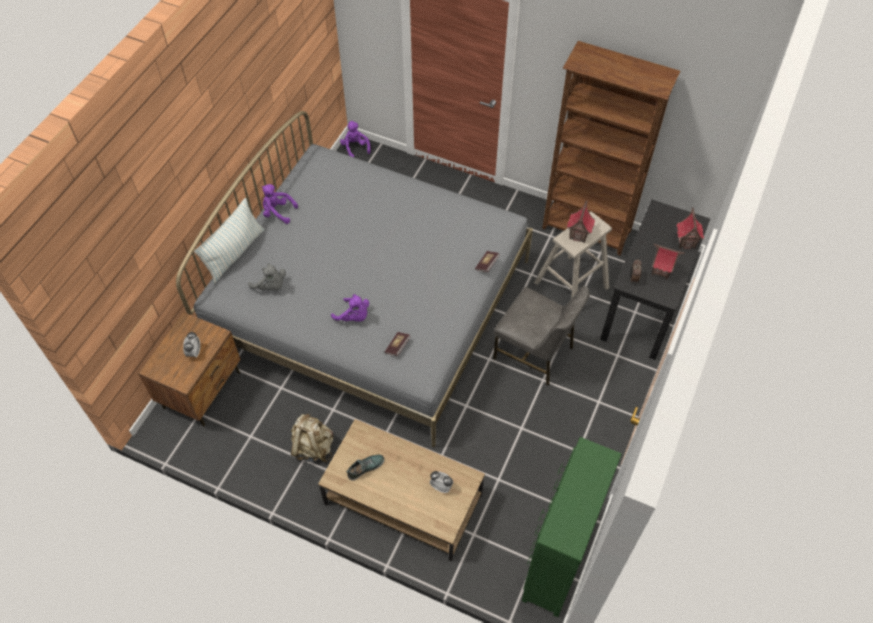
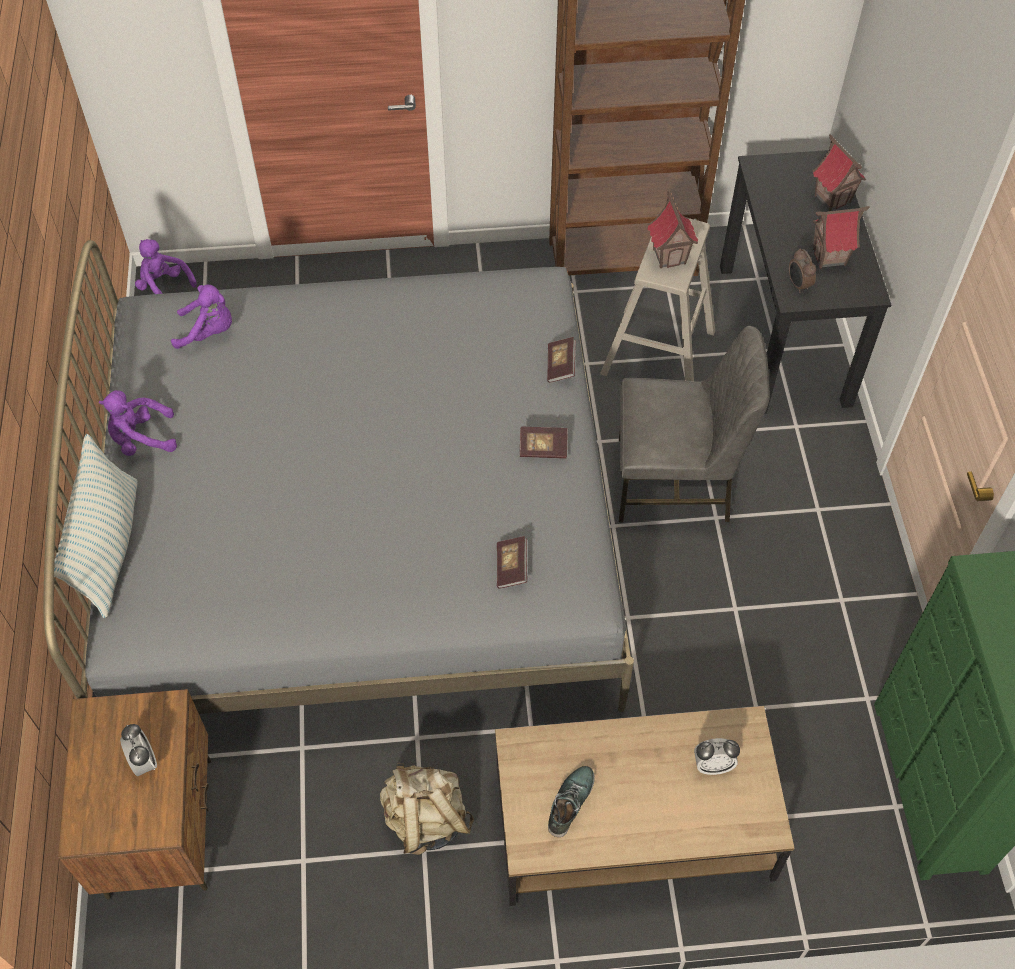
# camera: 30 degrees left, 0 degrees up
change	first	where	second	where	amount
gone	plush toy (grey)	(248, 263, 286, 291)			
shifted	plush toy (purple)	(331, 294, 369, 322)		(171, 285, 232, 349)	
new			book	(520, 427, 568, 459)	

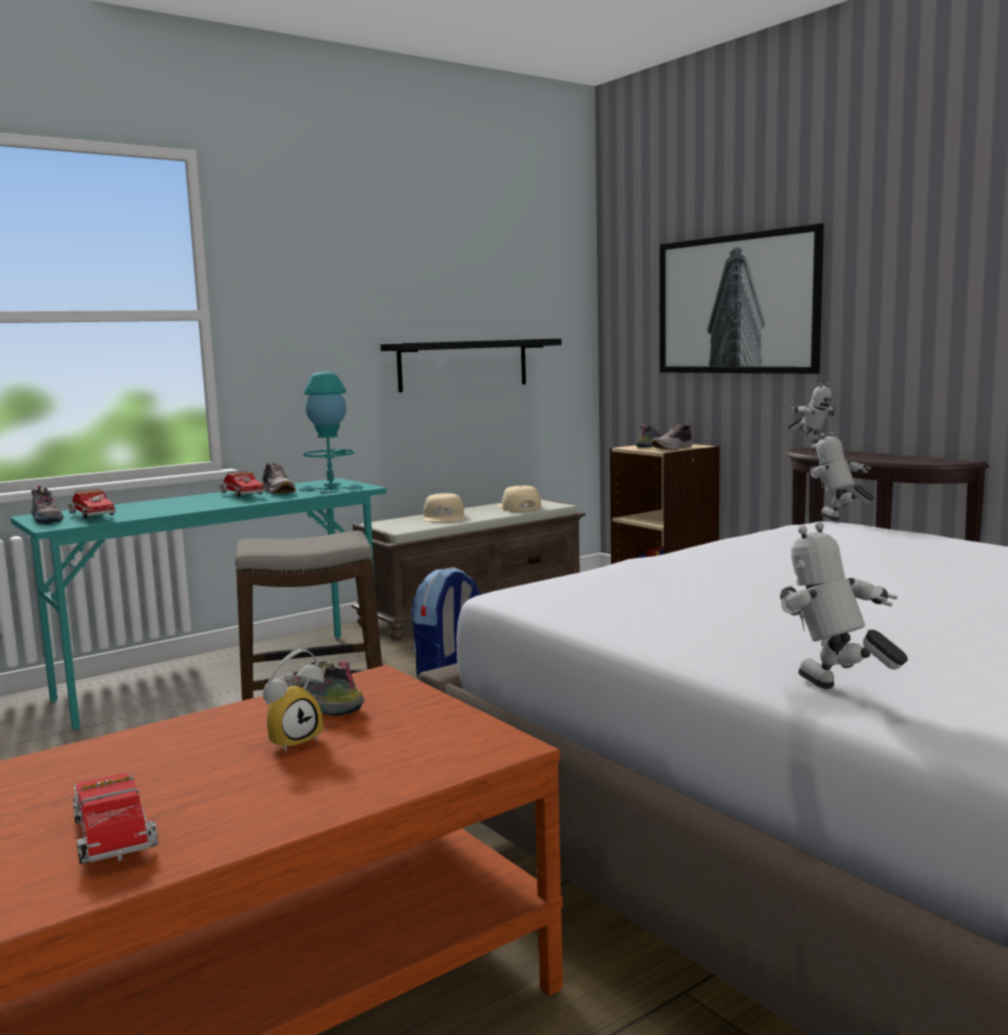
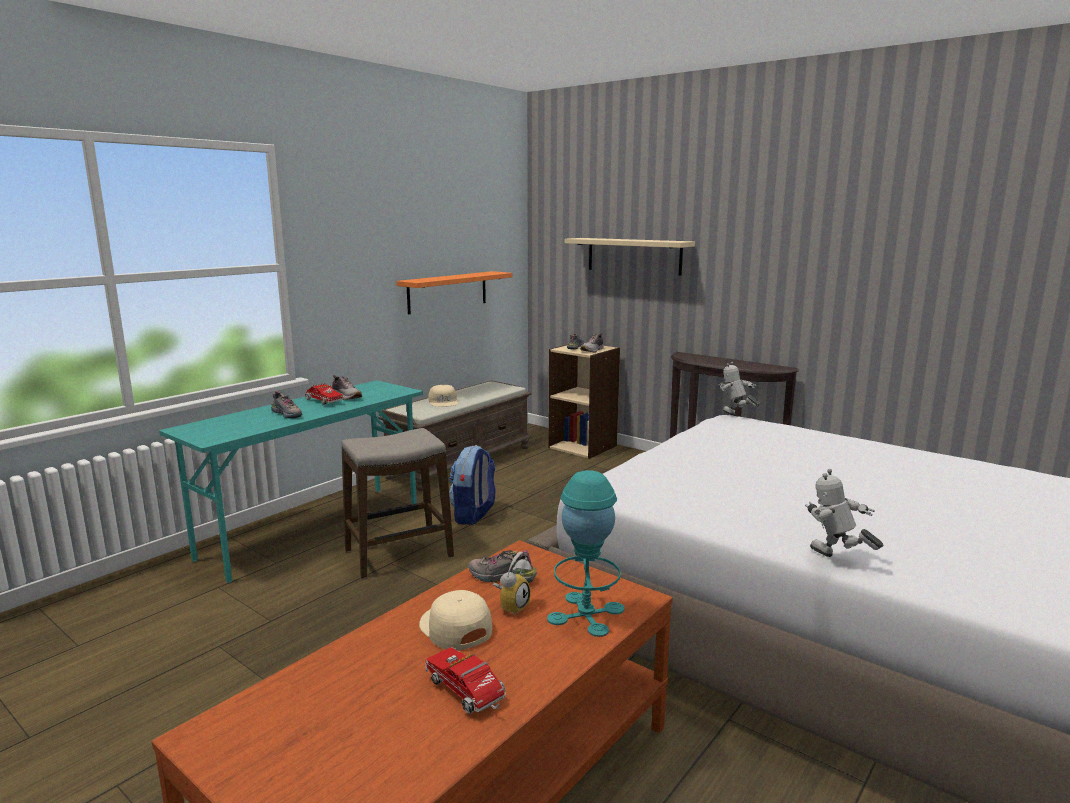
# camera: 15 degrees left, 5 degrees up
change	first	where	second	where	amount
swapped	picture	(659, 223, 824, 374)	shelf (beige)	(565, 238, 695, 276)	
repainted	shelf (black)	(381, 338, 562, 392)	shelf (orange)	(396, 271, 512, 314)	
shifted	table lamp (turquoise)	(299, 371, 363, 494)		(547, 470, 624, 637)	
gone	toy robot	(788, 383, 836, 450)			
shifted	shoe	(31, 486, 64, 524)		(271, 391, 302, 419)	
shifted	cap (beige)	(498, 486, 541, 512)		(419, 590, 492, 650)	
gone	toy truck	(69, 488, 116, 518)			

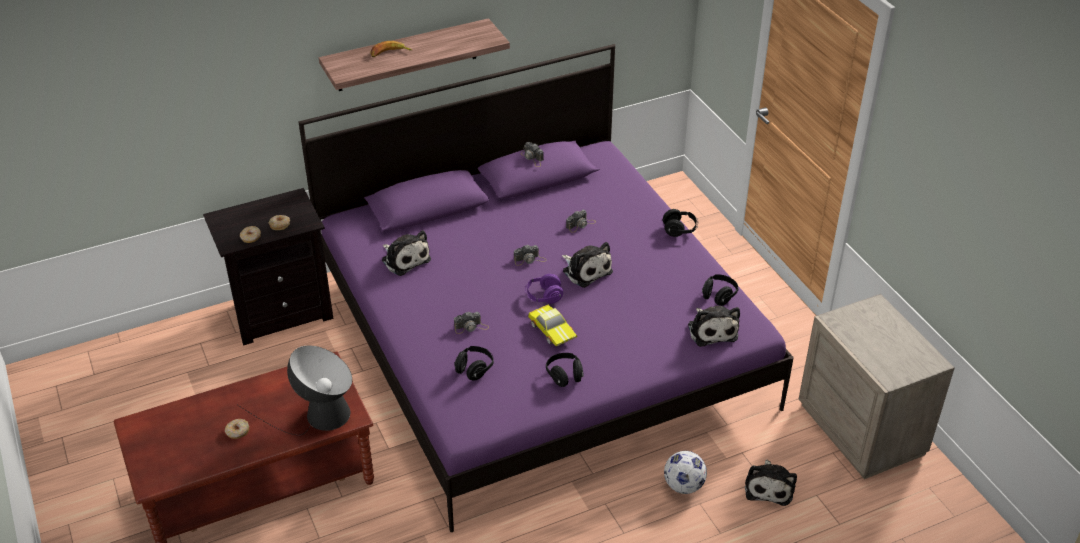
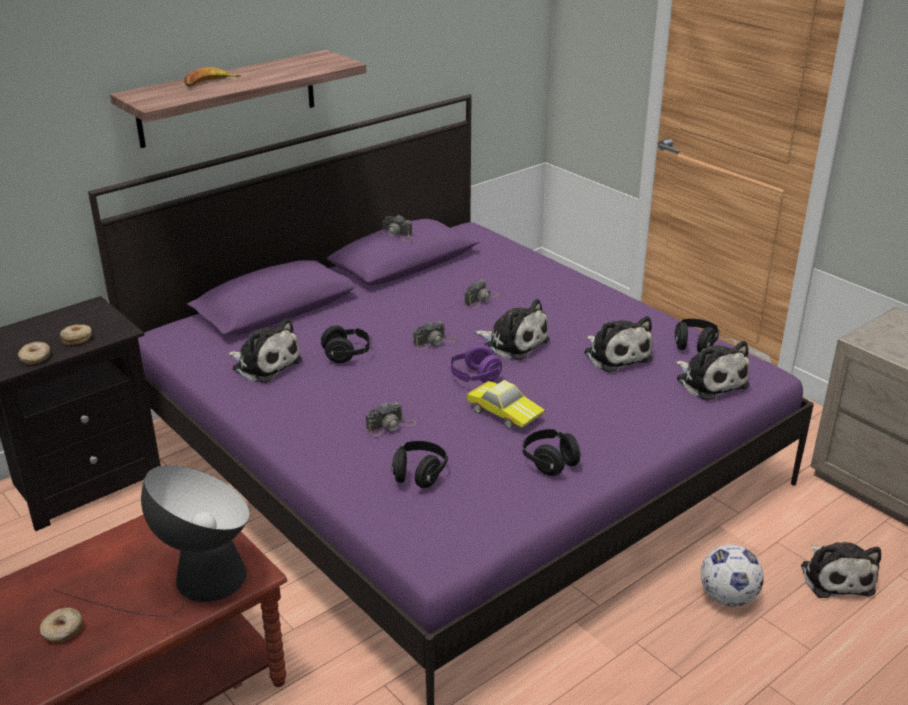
# camera: 15 degrees left, 10 degrees down
change	first	where	second	where	amount
shifted	headphones (black)	(663, 209, 698, 237)		(321, 326, 372, 363)	
new			plush toy	(584, 316, 653, 373)	

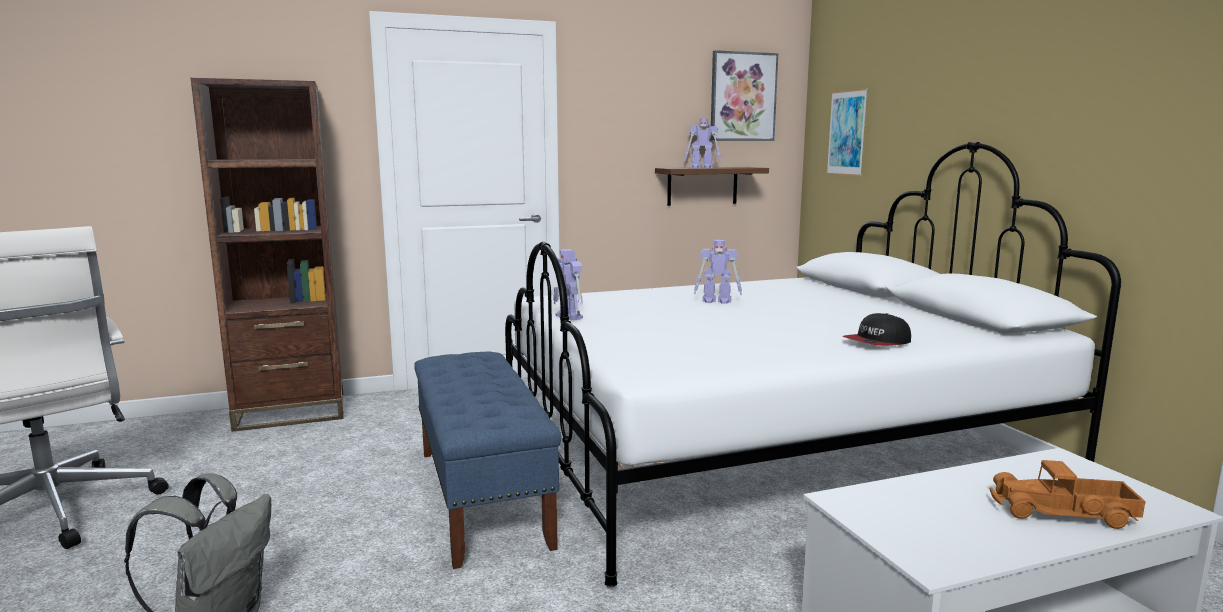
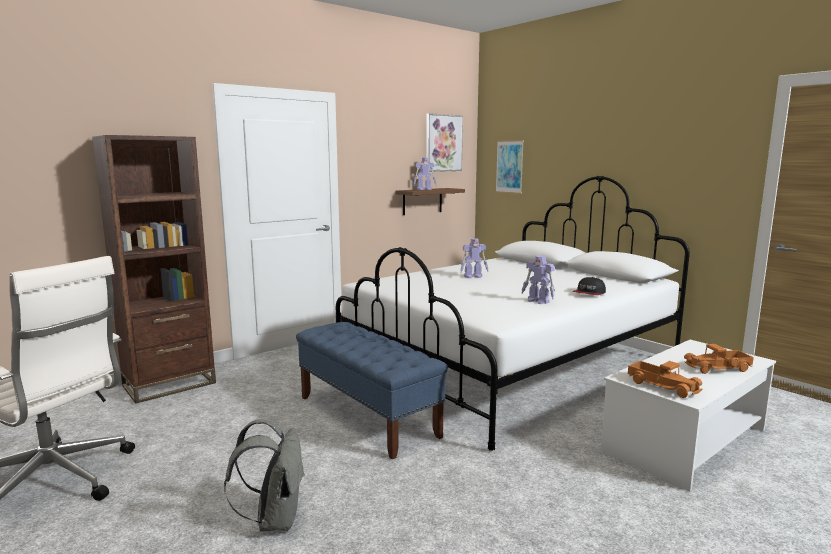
# camera: 20 degrees left, 0 degrees up
change	first	where	second	where	amount
shifted	toy robot	(553, 249, 583, 320)		(522, 255, 555, 304)	
new			toy truck	(628, 361, 703, 398)	

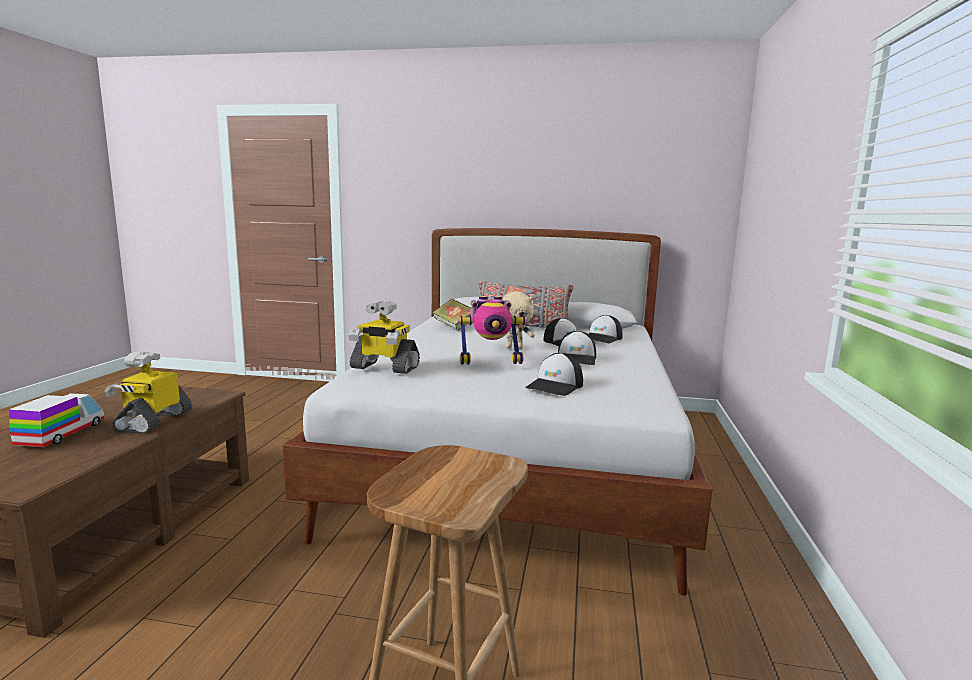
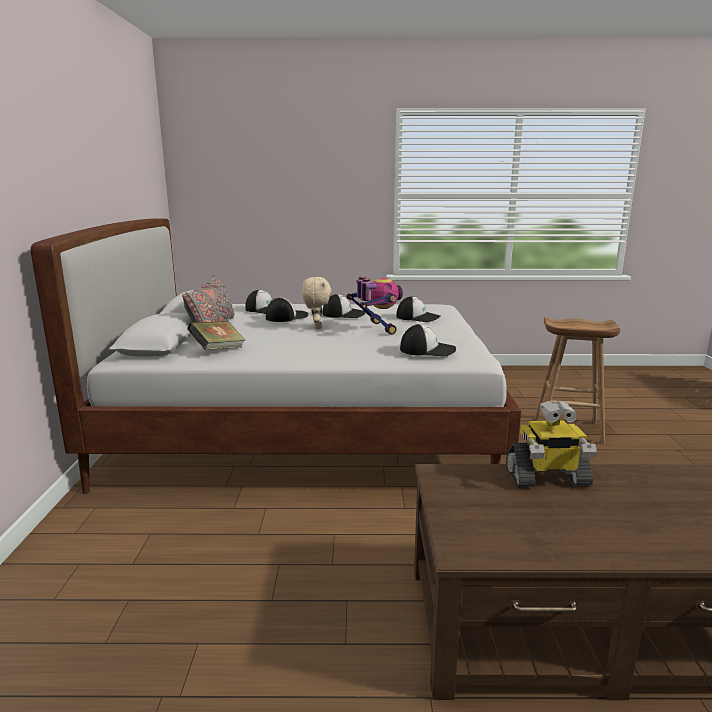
# camera: 100 degrees left, 5 degrees up
change	first	where	second	where	amount
swapped	toy robot	(348, 301, 420, 374)	cap	(400, 324, 456, 356)	
gone	toy truck	(9, 393, 105, 447)			

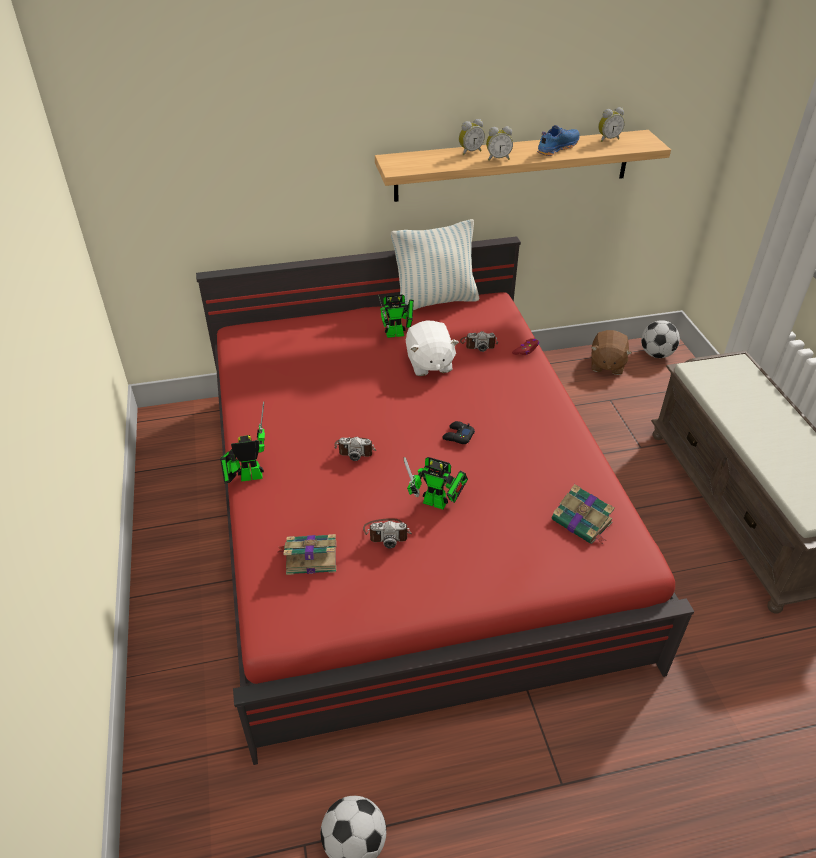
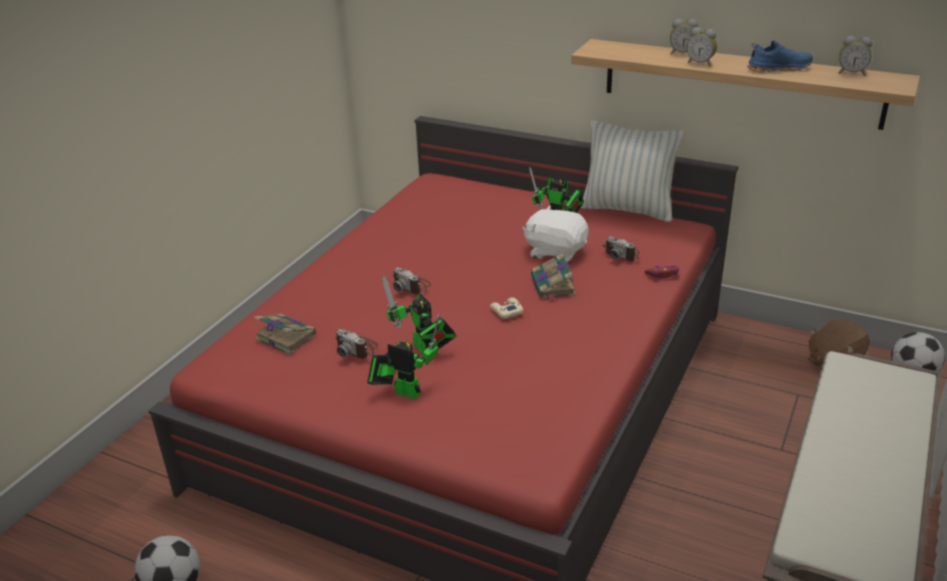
# camera: 40 degrees right, 10 degrees down
change	first	where	second	where	amount
rotated	plush toy (white)	(406, 321, 459, 376)		(523, 205, 589, 262)	90 degrees clockwise
shifted	toy robot	(220, 402, 265, 483)		(367, 314, 440, 399)	
repainted	game controller (black)	(442, 421, 475, 444)	game controller (beige)	(490, 297, 523, 319)	
shifted	book	(552, 484, 615, 544)		(531, 253, 576, 301)	

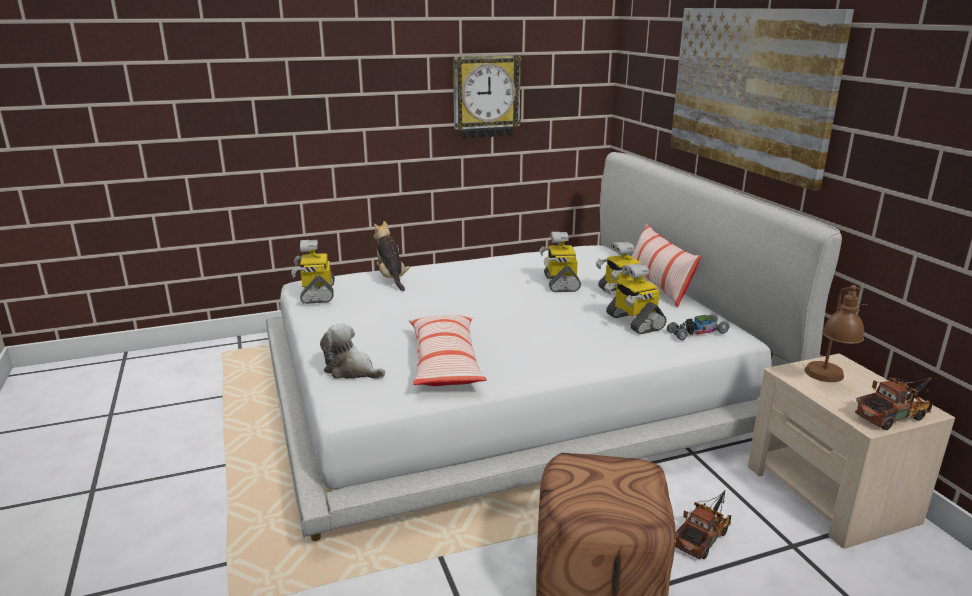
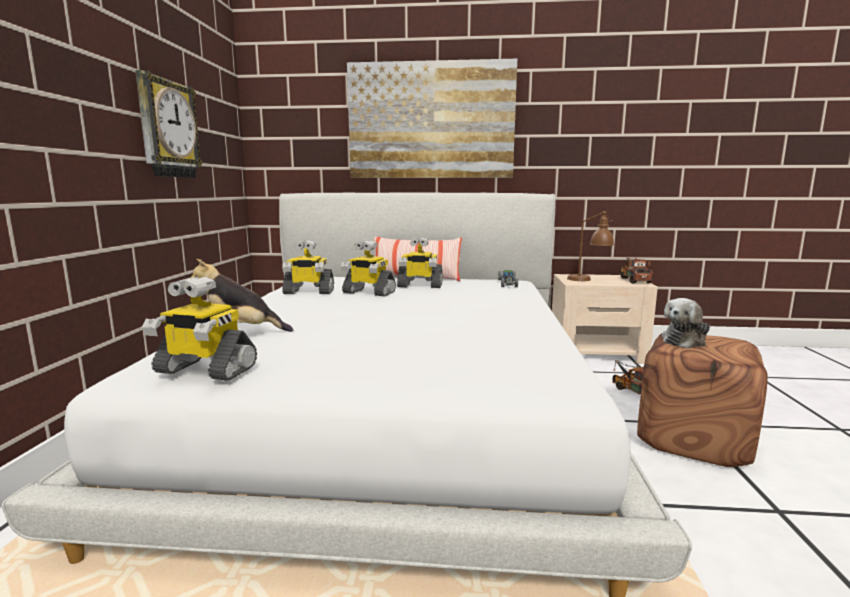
# camera: 65 degrees left, 10 degrees down
change	first	where	second	where	amount
shifted	toy robot	(604, 263, 666, 334)		(282, 240, 334, 294)	
gone	pillow	(409, 315, 487, 386)			
shifted	plush toy	(320, 323, 385, 379)		(662, 298, 710, 349)	

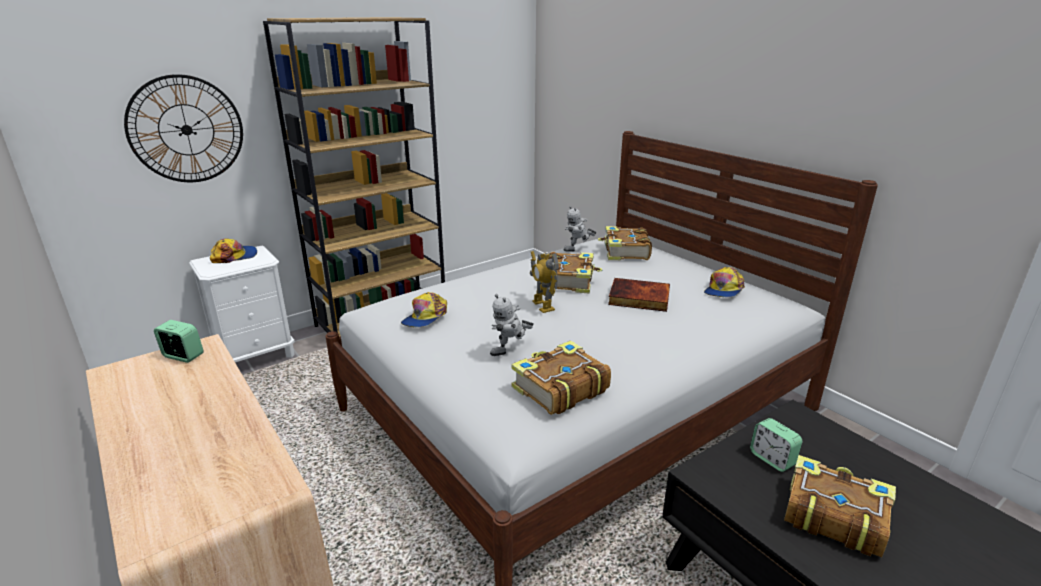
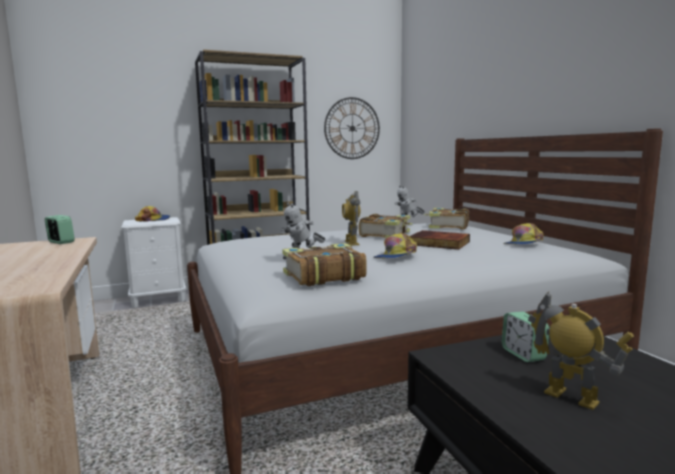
# camera: 15 degrees right, 15 degrees down
change	first	where	second	where	amount
shifted	wall clock	(124, 74, 243, 182)		(324, 97, 380, 159)	
shifted	cap	(401, 292, 447, 327)		(373, 233, 417, 258)	
swapped	book	(784, 455, 896, 557)	toy robot	(528, 292, 634, 410)	

